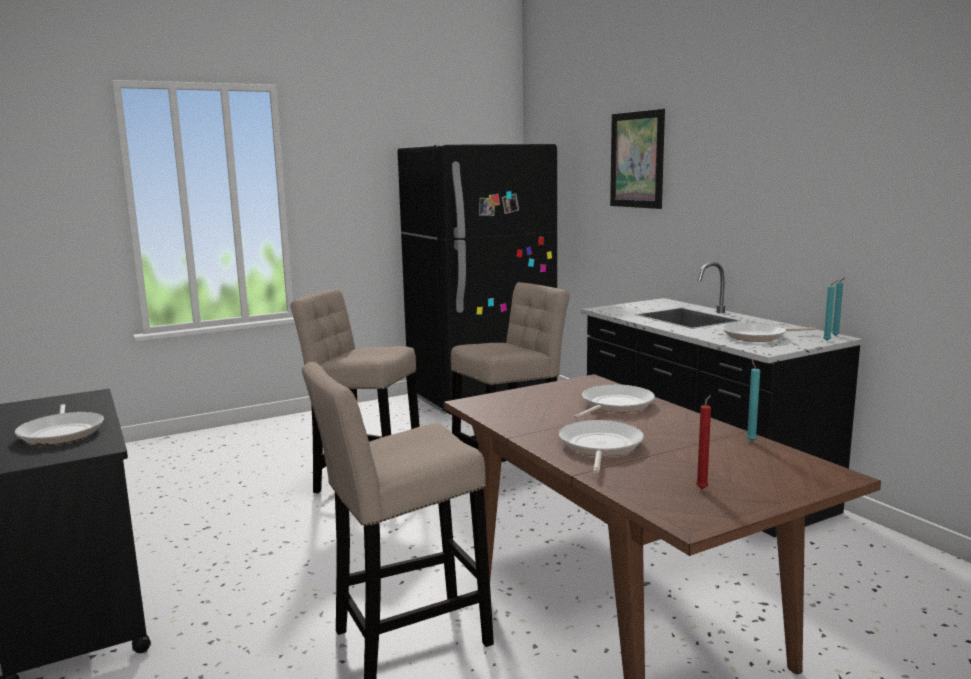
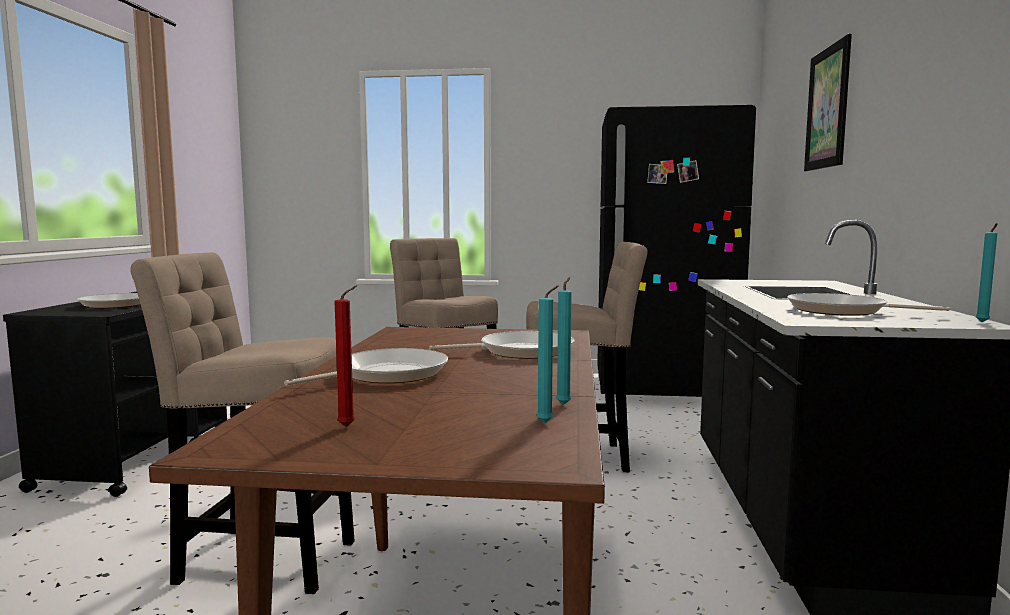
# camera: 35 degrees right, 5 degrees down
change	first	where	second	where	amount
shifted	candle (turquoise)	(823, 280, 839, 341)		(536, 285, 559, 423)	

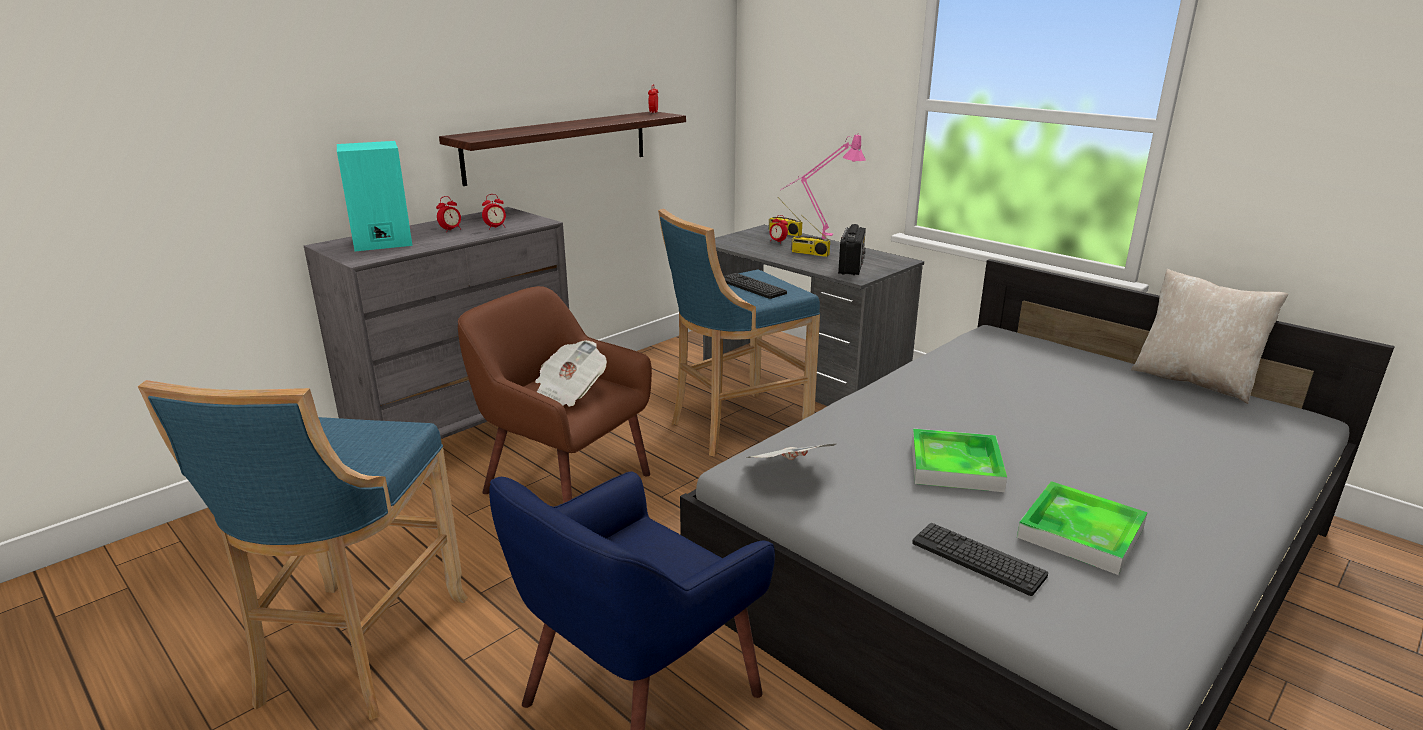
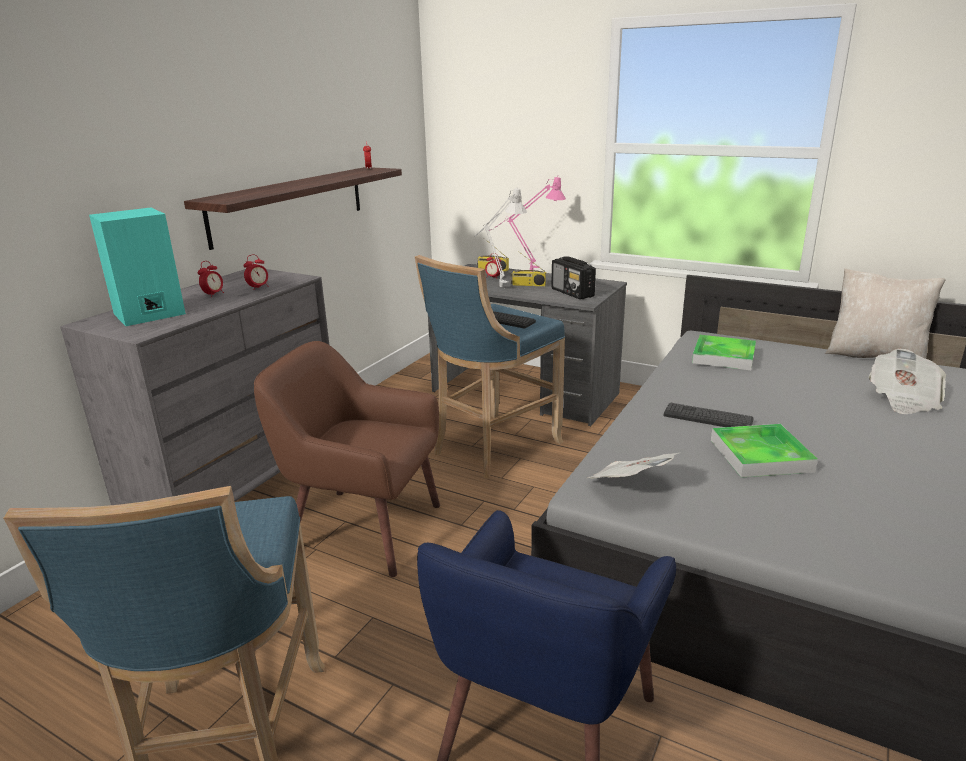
# camera: 15 degrees left, 0 degrees up
change	first	where	second	where	amount
rotated	radio	(838, 224, 866, 275)		(551, 256, 596, 299)	150 degrees clockwise
shifted	newspaper	(535, 340, 607, 407)		(869, 349, 946, 414)	
shifted	tray	(1017, 481, 1148, 575)		(692, 335, 756, 370)	
shifted	keyboard	(912, 523, 1048, 596)		(664, 402, 754, 427)	
new			table lamp (grey)	(475, 187, 527, 287)	

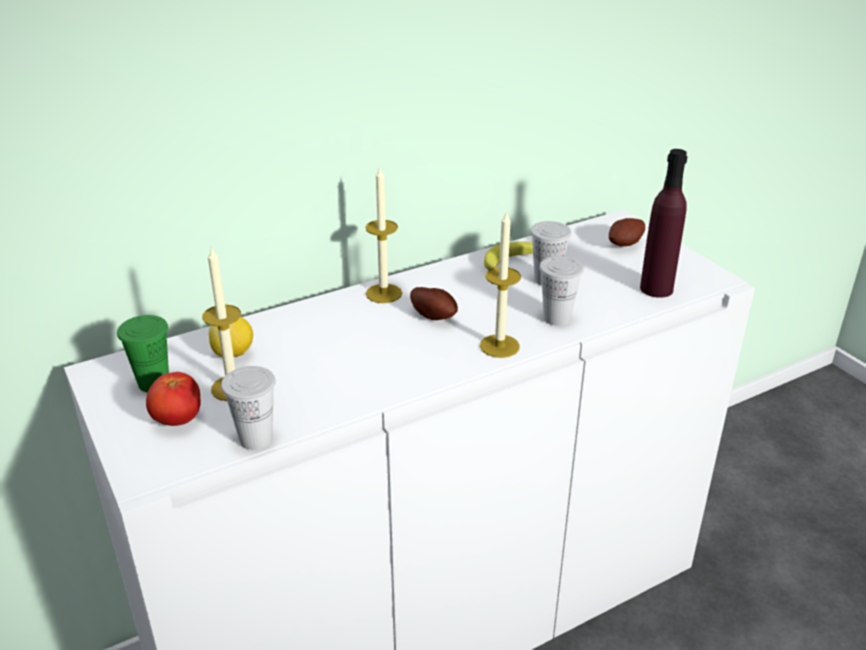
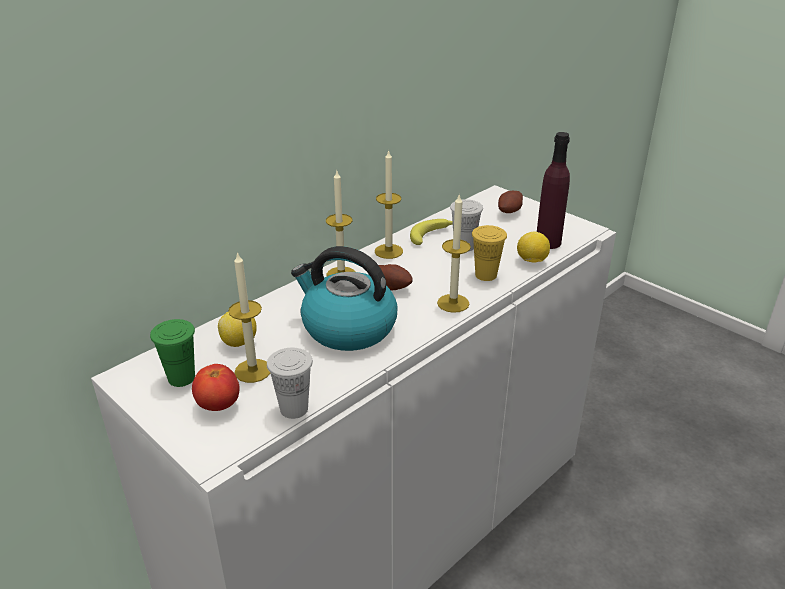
# camera: 15 degrees left, 0 degrees up
change	first	where	second	where	amount
repainted	cup (white)	(539, 256, 584, 326)	cup (yellow)	(472, 225, 507, 281)	
new			candle	(375, 149, 403, 259)	
new			lemon	(517, 232, 550, 262)	
new			kettle	(291, 246, 398, 351)	

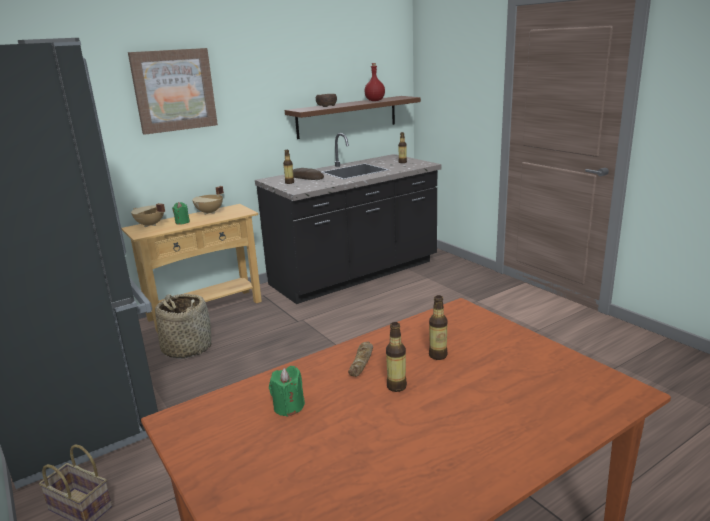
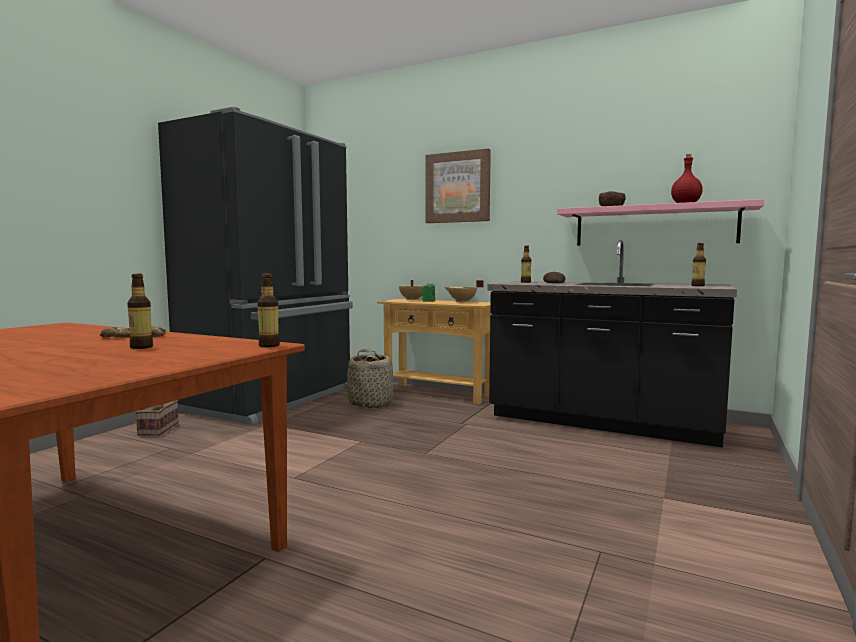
# camera: 60 degrees right, 15 degrees down
change	first	where	second	where	amount
repainted	shelf (brown)	(285, 96, 421, 139)	shelf (pink)	(557, 199, 764, 245)	
shifted	bottle	(386, 322, 407, 392)		(257, 273, 280, 347)	
gone	candle (green)	(269, 366, 305, 417)			

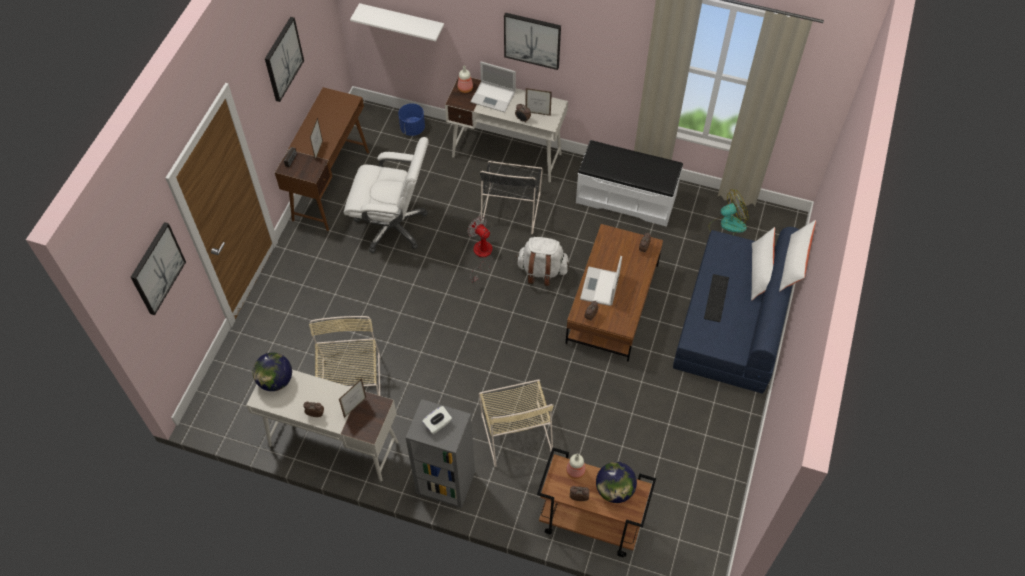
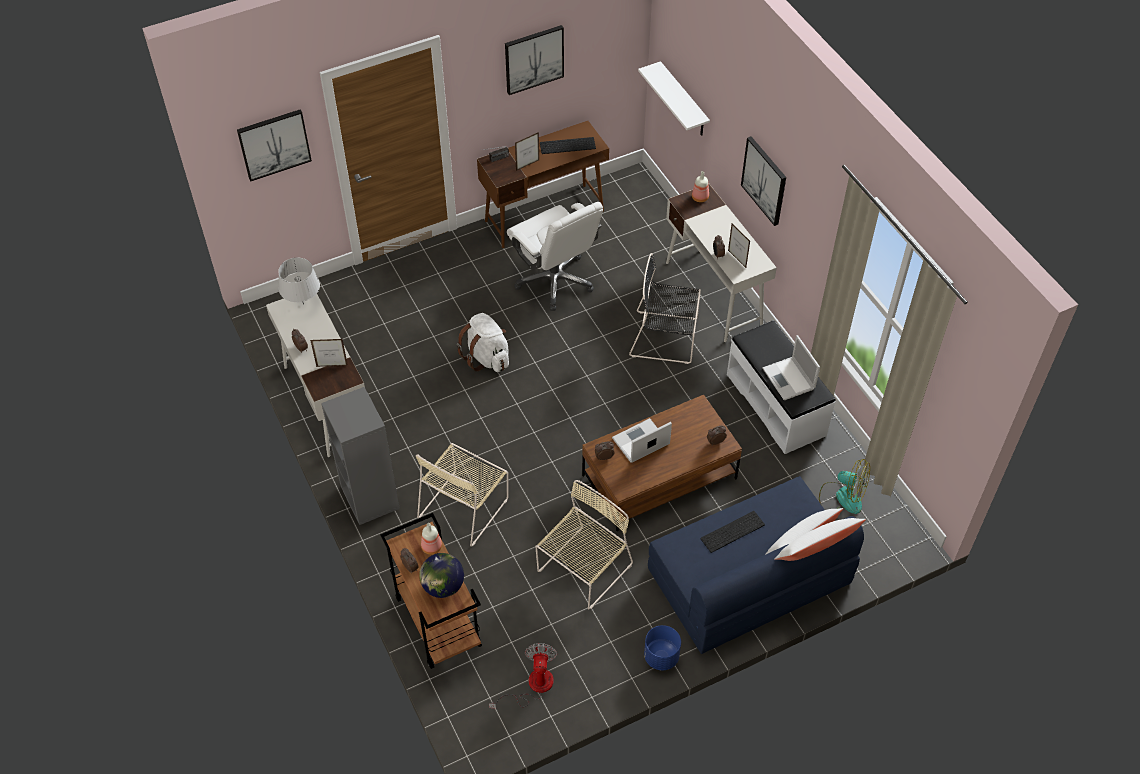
# camera: 45 degrees right, 5 degrees down
change	first	where	second	where	amount
shifted	laptop	(470, 61, 516, 112)		(762, 335, 820, 400)	
shifted	planter (blue)	(398, 103, 425, 136)		(644, 625, 681, 670)	
rotated	chair (black)	(480, 161, 543, 234)		(629, 253, 701, 364)	45 degrees clockwise
shifted	fan	(467, 217, 493, 283)		(489, 643, 557, 708)	
shifted	backpack (white)	(516, 237, 569, 286)		(457, 313, 509, 372)	
shifted	chair (beige)	(309, 316, 380, 396)		(535, 480, 633, 609)	
swapped	globe	(253, 353, 292, 391)	table lamp (grey)	(278, 258, 320, 305)	
gone	tissue box (white)	(422, 406, 452, 434)			
new			keyboard	(540, 137, 596, 154)	

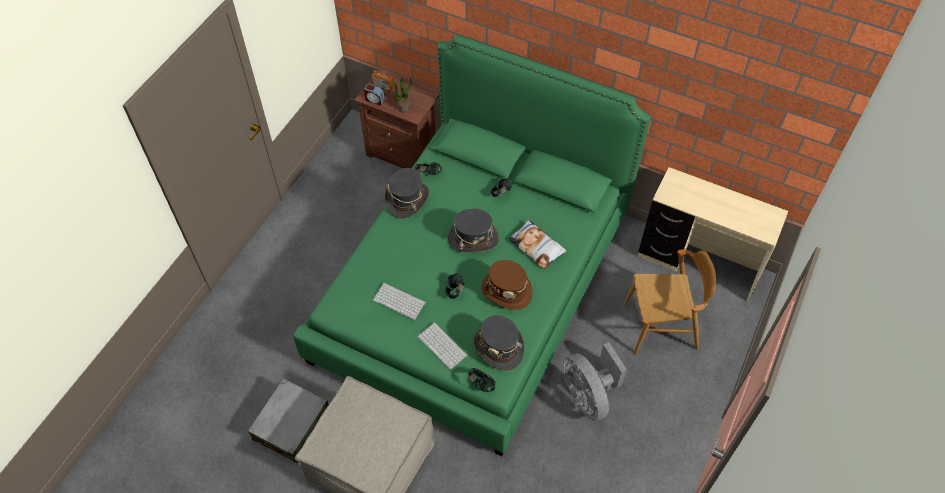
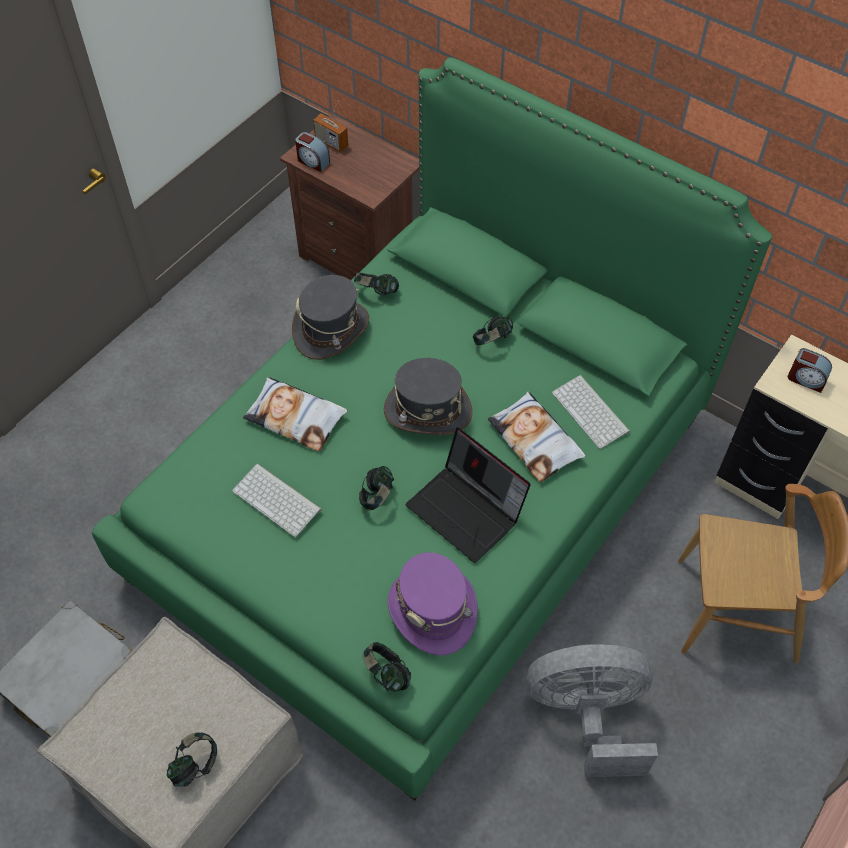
# camera: 10 degrees right, 0 degrees up
change	first	where	second	where	amount
gone	potted plant	(391, 78, 412, 113)			
swapped	hat (brown)	(481, 260, 533, 310)	laptop	(405, 428, 531, 563)	
repainted	hat (grey)	(474, 315, 524, 370)	hat (purple)	(388, 552, 477, 655)	
shifted	keyboard	(418, 322, 468, 370)		(552, 375, 630, 449)	
rotated	fan (grey)	(563, 342, 627, 421)		(527, 644, 658, 777)	105 degrees clockwise
new			alarm clock	(788, 348, 832, 393)	
new			pillow	(243, 377, 347, 452)	
new			headphones	(167, 732, 217, 787)	

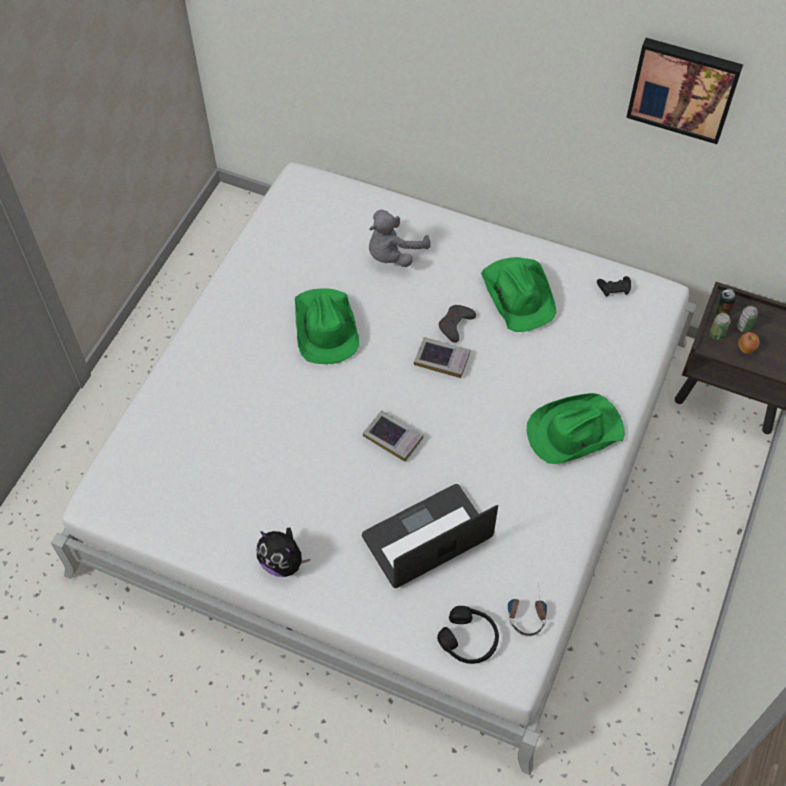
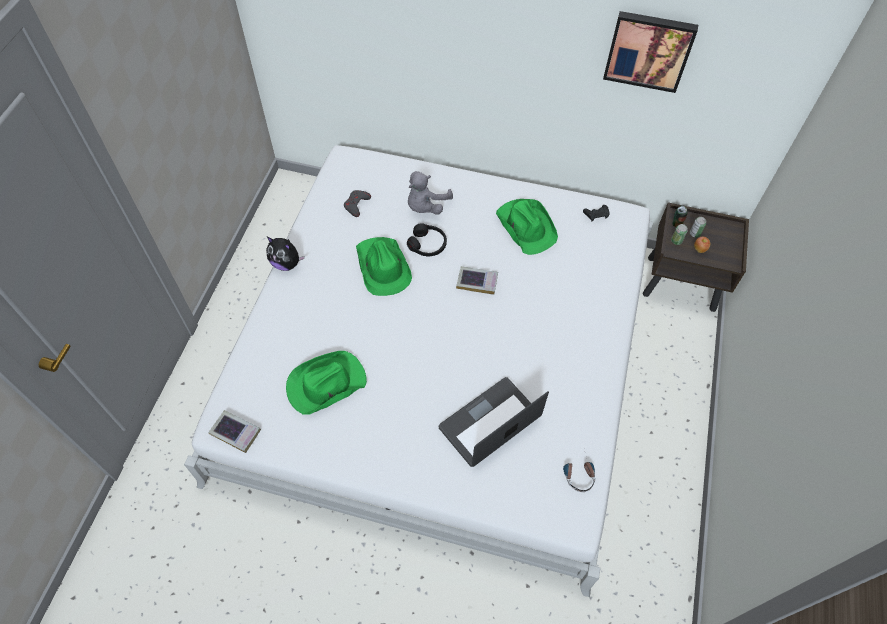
# camera: 10 degrees left, 0 degrees up
change	first	where	second	where	amount
shifted	game controller (grey)	(439, 305, 476, 343)		(344, 190, 371, 217)	
shifted	hat (green)	(527, 393, 625, 464)		(286, 351, 367, 414)	
shifted	book	(363, 410, 423, 462)		(208, 410, 261, 453)	
shifted	plush toy	(257, 528, 310, 577)		(266, 236, 305, 271)	
shifted	headphones (black)	(437, 606, 499, 664)		(407, 223, 447, 257)	

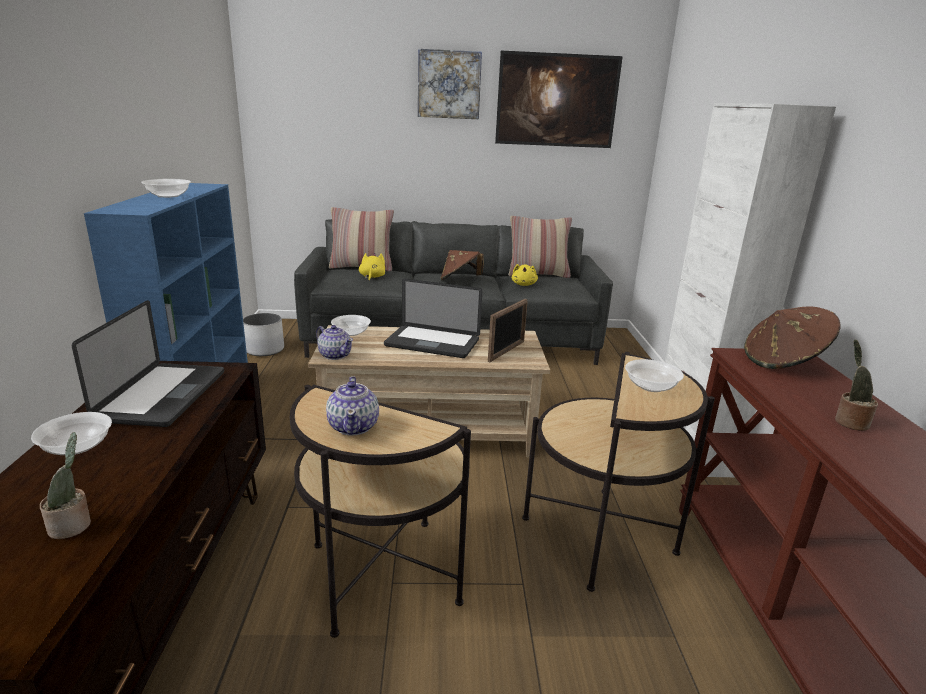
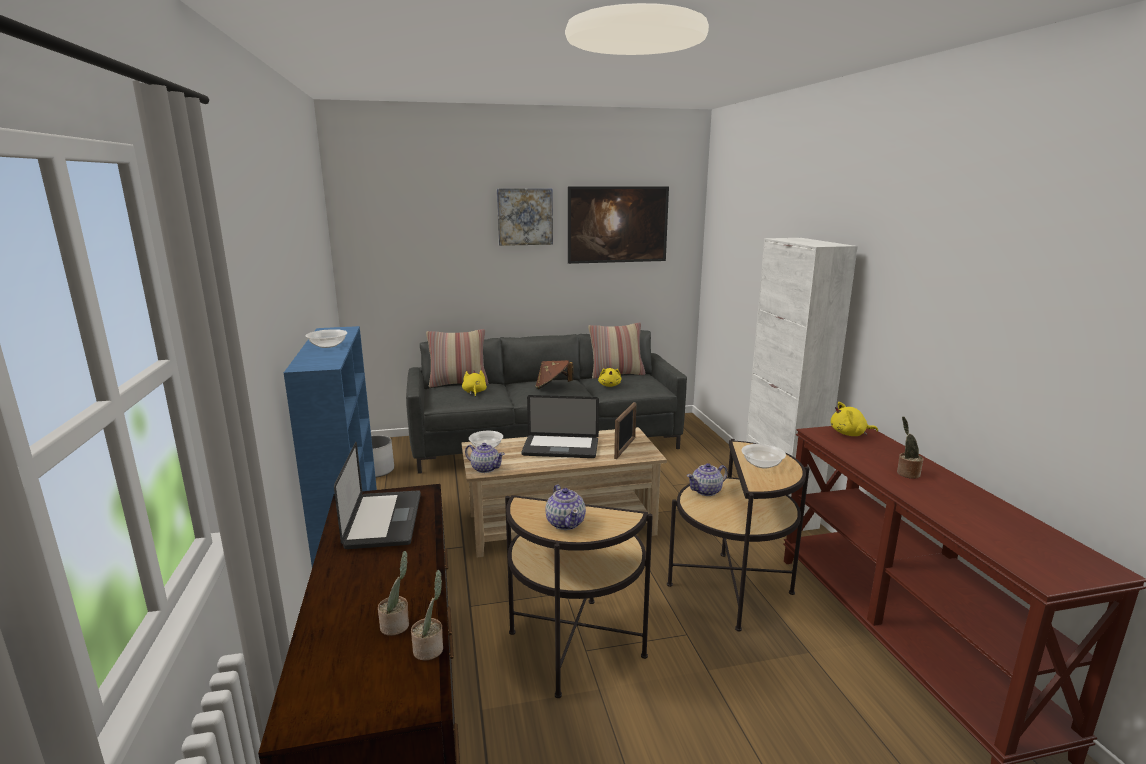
# camera: 10 degrees left, 5 degrees down
change	first	where	second	where	amount
swapped	hat (brown)	(744, 306, 841, 369)	plush toy (yellow)	(831, 402, 878, 436)	
gone	bowl	(31, 412, 112, 455)			
new			teapot	(687, 463, 728, 496)	
new			potted plant	(411, 570, 443, 661)	

